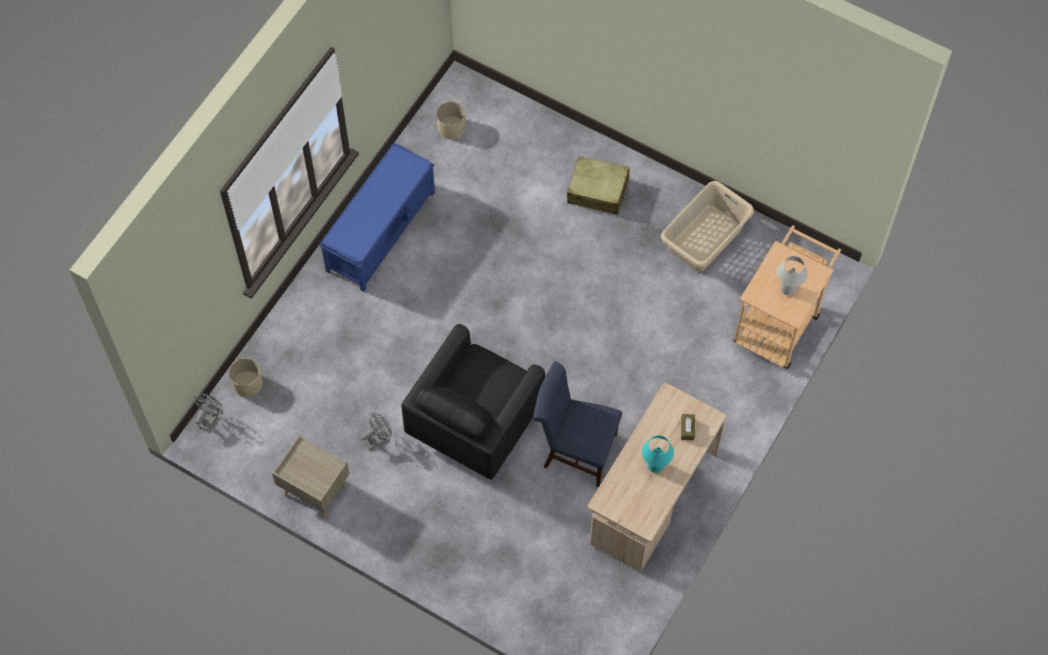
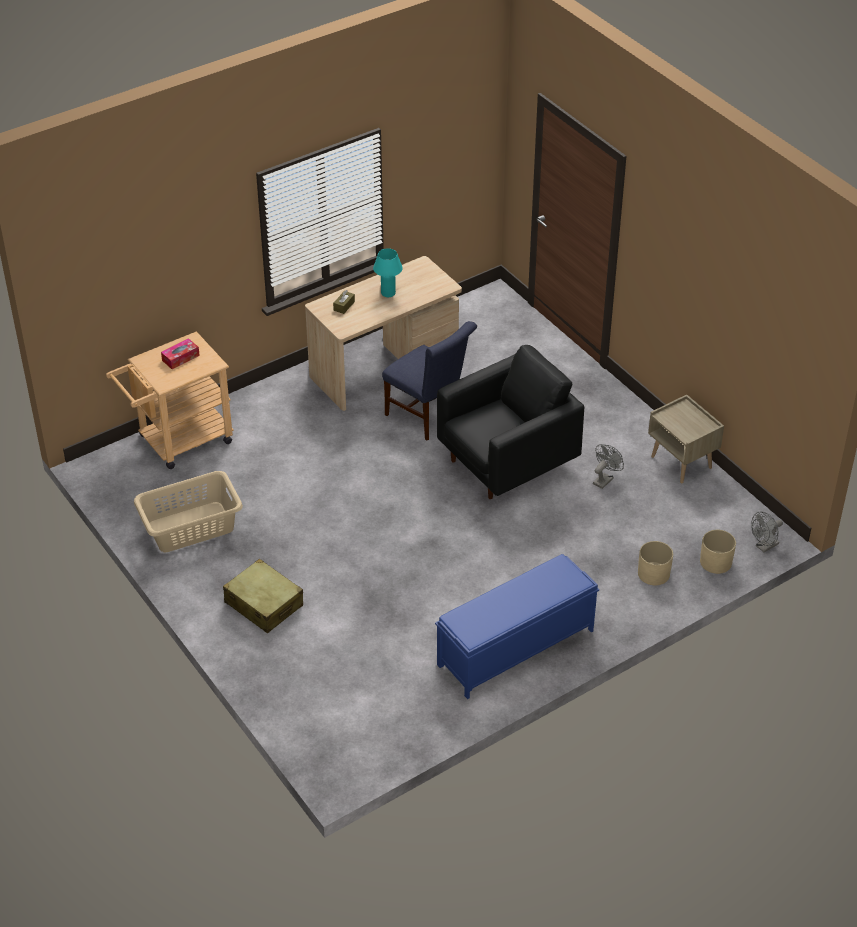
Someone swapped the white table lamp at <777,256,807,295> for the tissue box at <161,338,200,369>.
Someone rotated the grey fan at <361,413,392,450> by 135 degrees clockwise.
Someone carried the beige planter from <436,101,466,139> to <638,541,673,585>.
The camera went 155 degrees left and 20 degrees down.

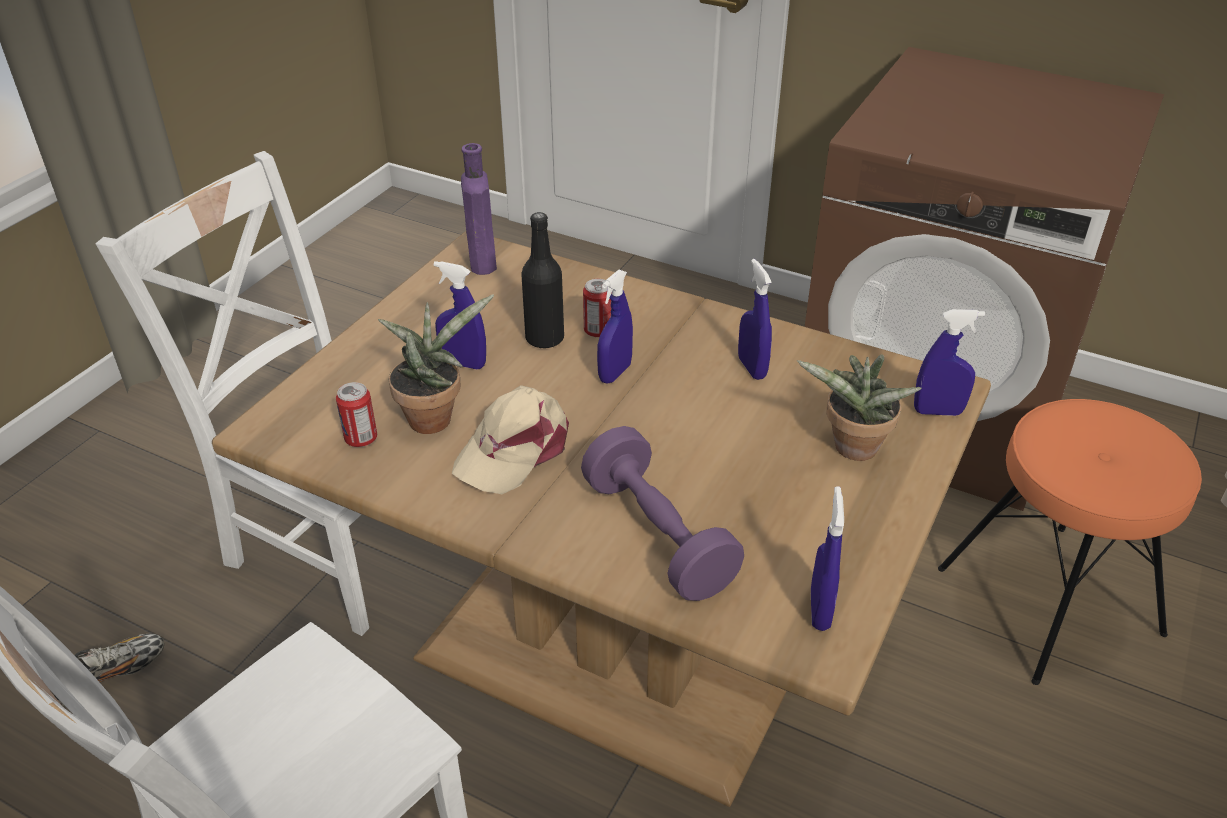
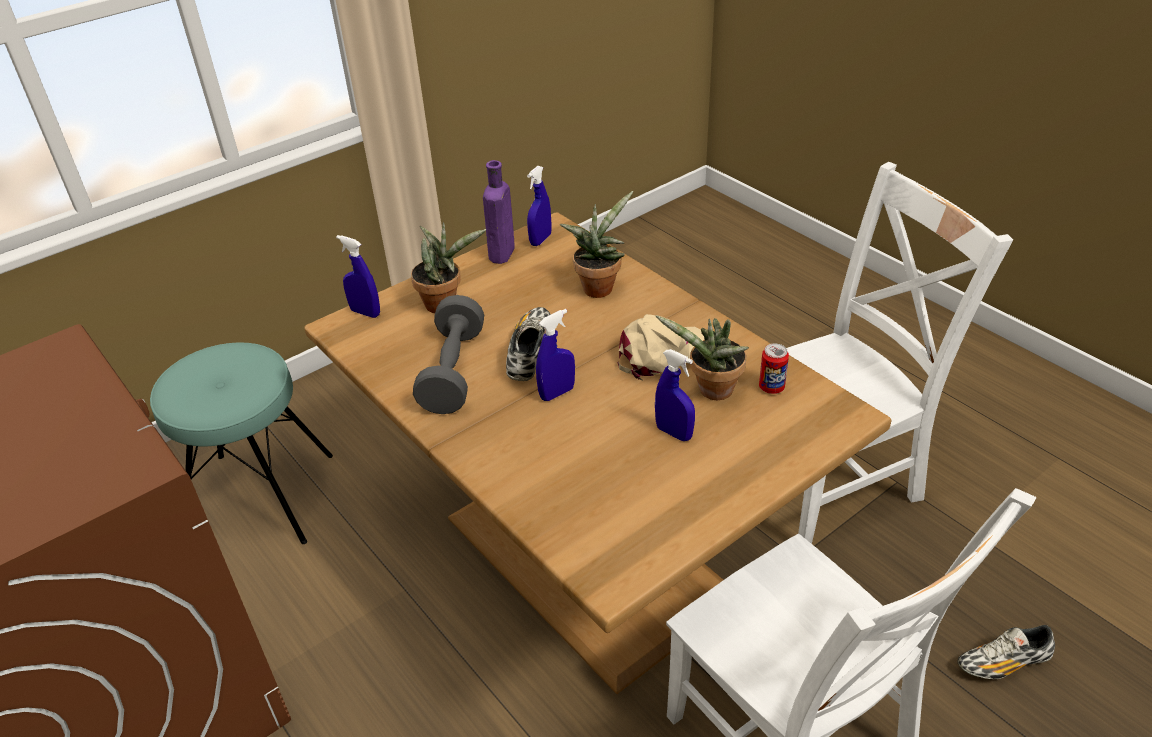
Someone repainted the orange stool at <938,399,1202,685>, which became the turquoise stool at <150,342,333,544>.
Someone swapped the blue spray bottle at <738,259,772,380> for the grey dumbbell at <413,295,484,414>.
Someone carried the purple bottle from <461,143,497,275> to <483,160,515,264>.
Someone put down the shoe at <506,307,551,381>.
Someone swapped the purple dumbbell at <581,426,744,601> for the potted plant at <560,191,633,298>.
Someone took away the black bottle at <521,212,564,349>.
Someone took away the can at <583,279,612,337>.
The camera went 155 degrees left and 0 degrees up.

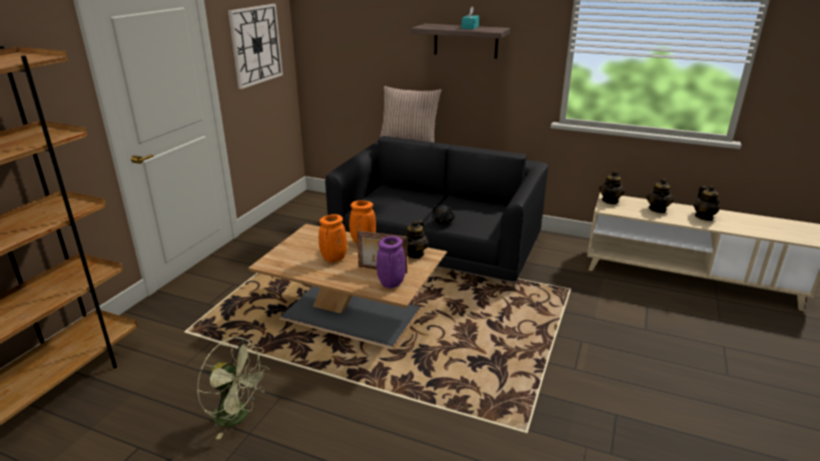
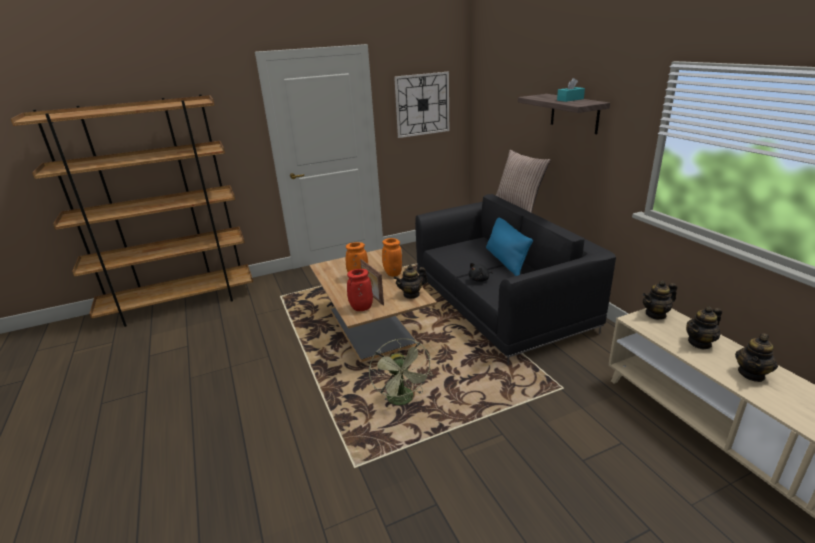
Someone repainted the purple vase at <376,236,406,288>, which became the red vase at <347,269,373,311>.
Someone carried the green fan from <197,337,269,439> to <369,338,432,405>.
Someone put down the blue pillow at <486,218,533,276>.
The camera went 45 degrees right and 0 degrees up.

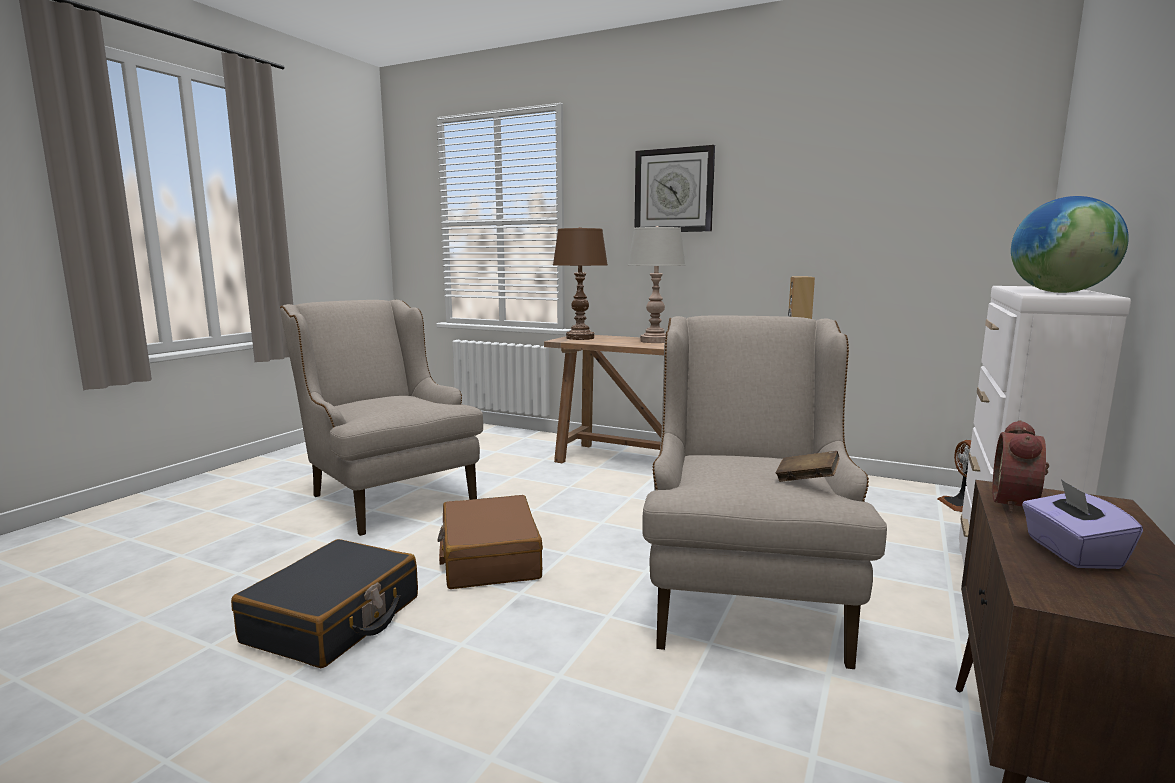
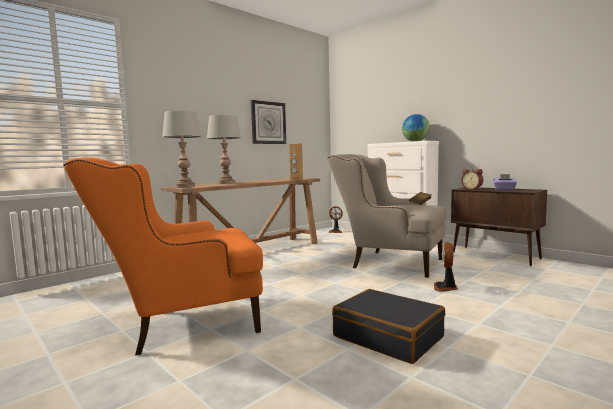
Someone repainted the beige armchair at <280,300,483,536>, which became the orange armchair at <63,158,263,355>.
Someone repainted the brown table lamp at <553,227,608,340>, which became the grey table lamp at <162,111,202,188>.
Someone carried the wall clock from <635,145,715,232> to <251,100,286,144>.
Someone put down the fan at <434,242,458,292>.
Someone took away the brown suitcase at <437,495,543,589>.
The camera went 70 degrees left and 5 degrees down.

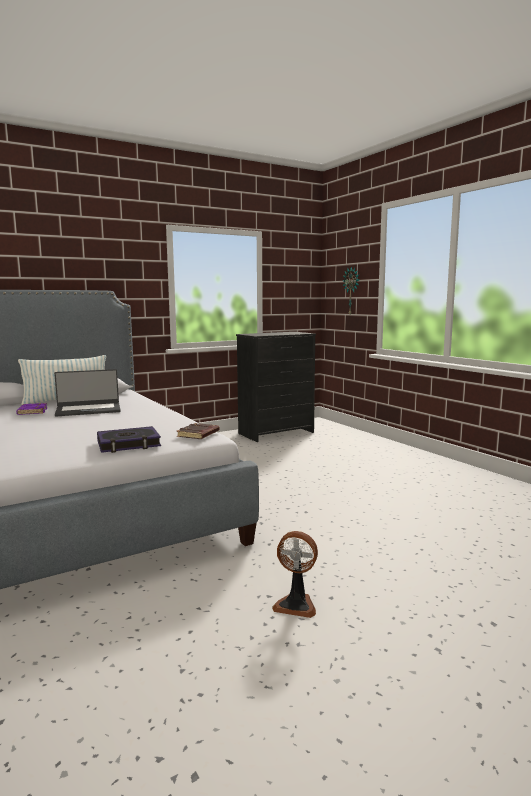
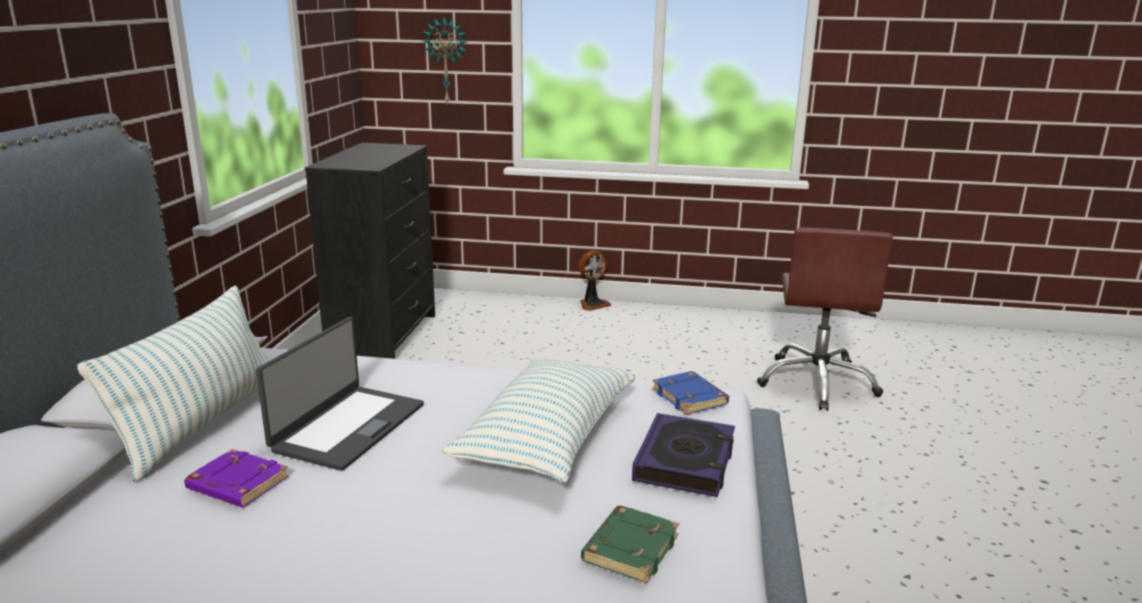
Someone put down the pillow at <442,357,635,484>.
Someone carried the fan from <272,531,318,618> to <579,250,611,311>.
Someone put down the green book at <581,506,679,584>.
Someone repainted the brown book at <177,423,219,439>, which became the blue book at <652,371,729,415>.
Someone put down the brown office chair at <757,228,893,411>.
The camera went 50 degrees left and 10 degrees up.

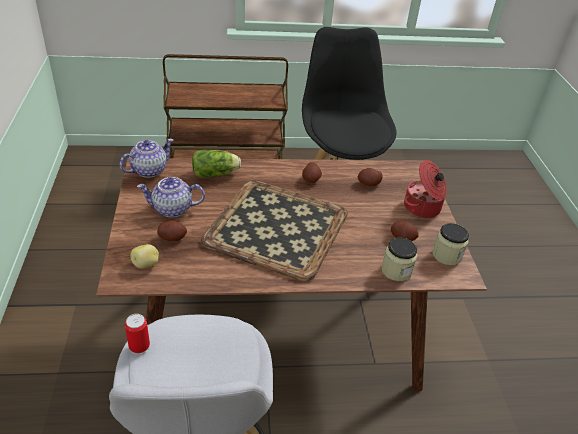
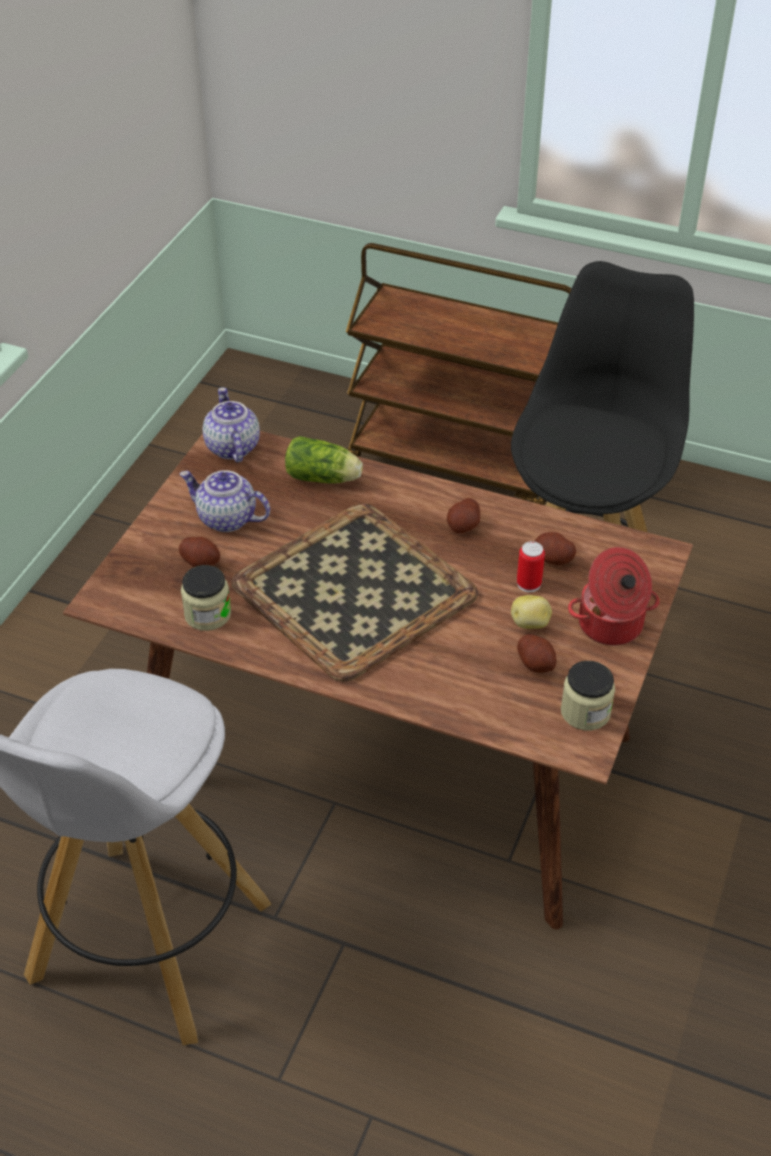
Someone carried the jar from <381,237,417,281> to <181,565,231,631>.
Someone rotated the teapot at <120,139,174,178> by 90 degrees counterclockwise.
Someone carried the potato from <130,244,159,268> to <511,595,552,629>.
Someone carried the can from <125,314,150,355> to <517,541,545,592>.
The camera went 30 degrees right and 5 degrees up.

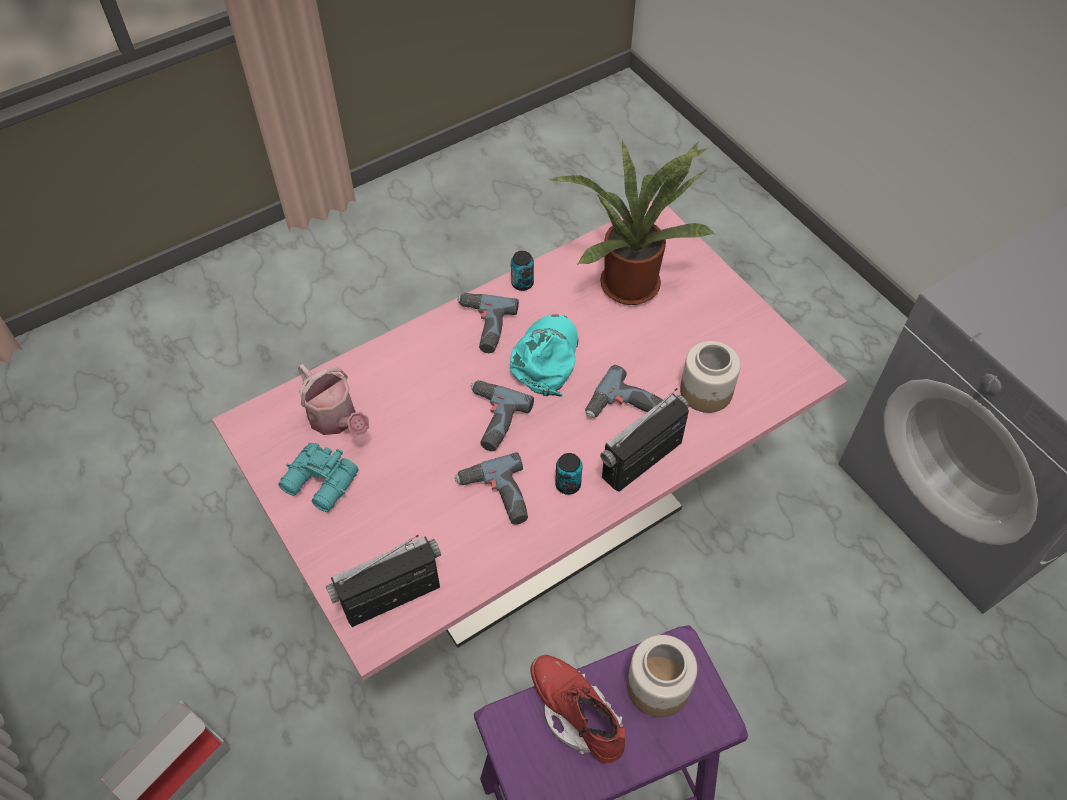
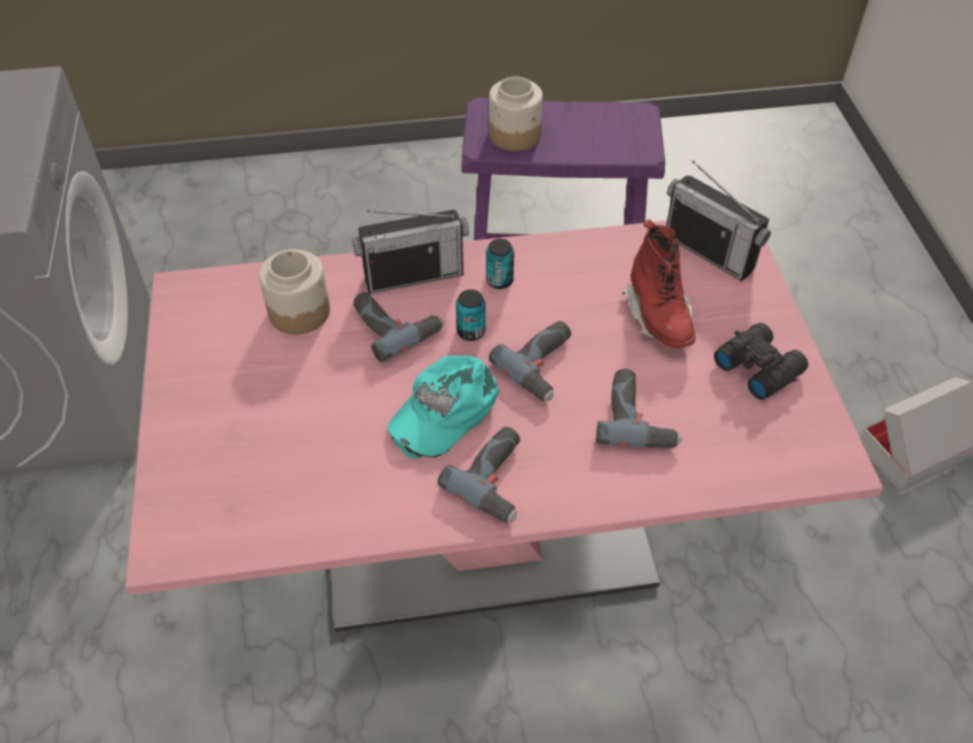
Someone carried the can from <511,251,534,291> to <456,290,485,341>.
Someone carried the power drill from <455,453,528,525> to <596,369,682,448>.
Someone carried the red boot from <530,655,626,763> to <622,219,695,348>.
Someone rotated the radio at <326,535,441,627> by 45 degrees clockwise.
Someone repainted the turquoise binoculars at <278,443,359,512>, which became the black binoculars at <714,323,808,400>.
Someone took away the watering can at <297,364,369,435>.
Someone took away the potted plant at <548,139,716,305>.
The camera went 155 degrees left and 5 degrees down.

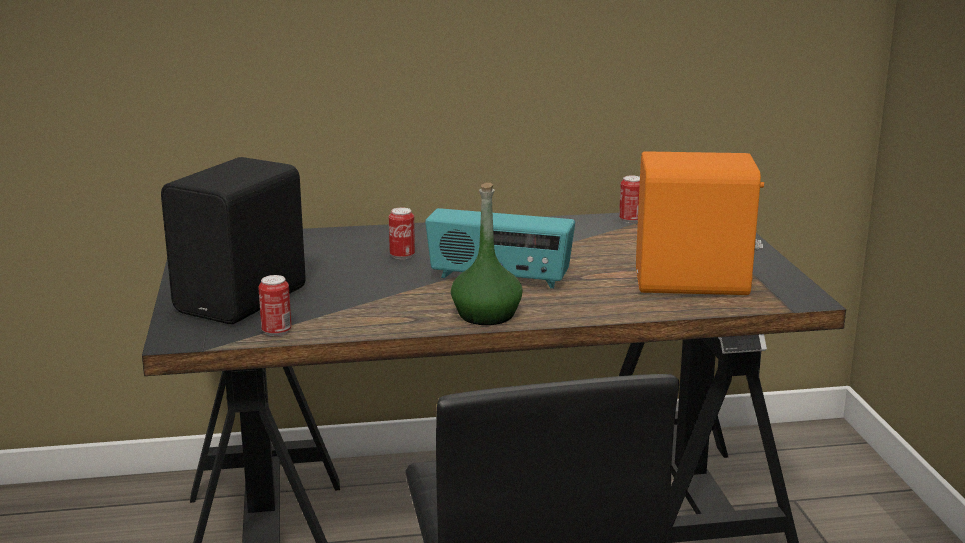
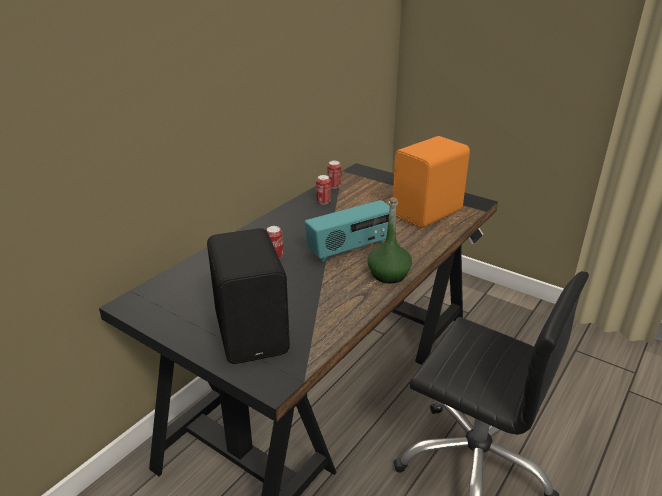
Someone carried the can from <258,275,292,336> to <316,175,331,204>.
The camera went 45 degrees left and 10 degrees up.

